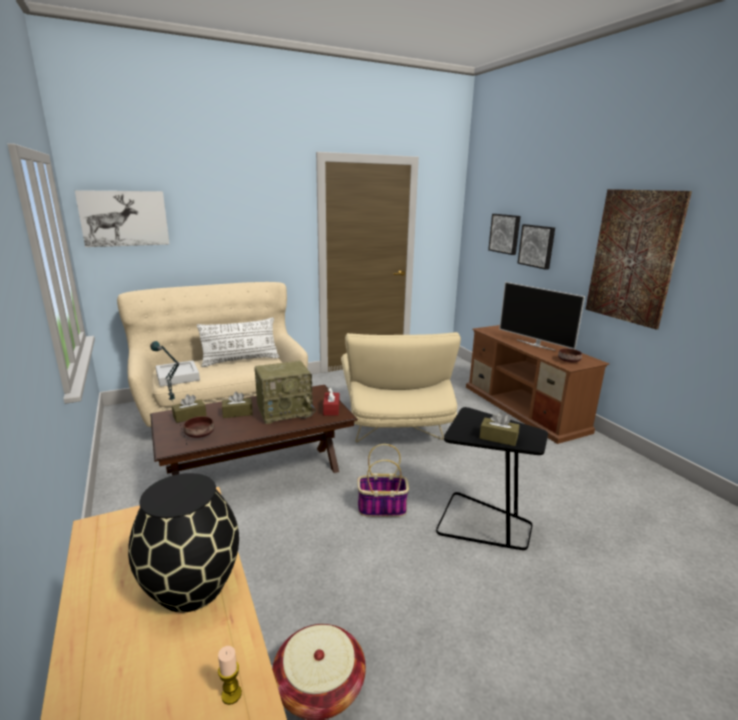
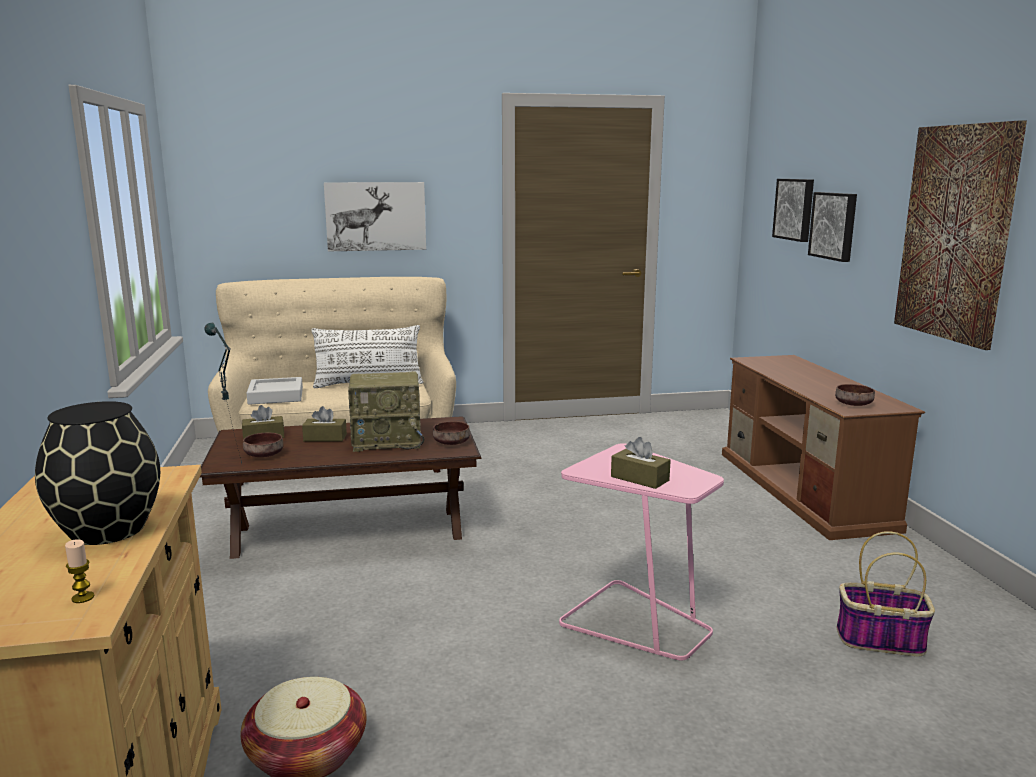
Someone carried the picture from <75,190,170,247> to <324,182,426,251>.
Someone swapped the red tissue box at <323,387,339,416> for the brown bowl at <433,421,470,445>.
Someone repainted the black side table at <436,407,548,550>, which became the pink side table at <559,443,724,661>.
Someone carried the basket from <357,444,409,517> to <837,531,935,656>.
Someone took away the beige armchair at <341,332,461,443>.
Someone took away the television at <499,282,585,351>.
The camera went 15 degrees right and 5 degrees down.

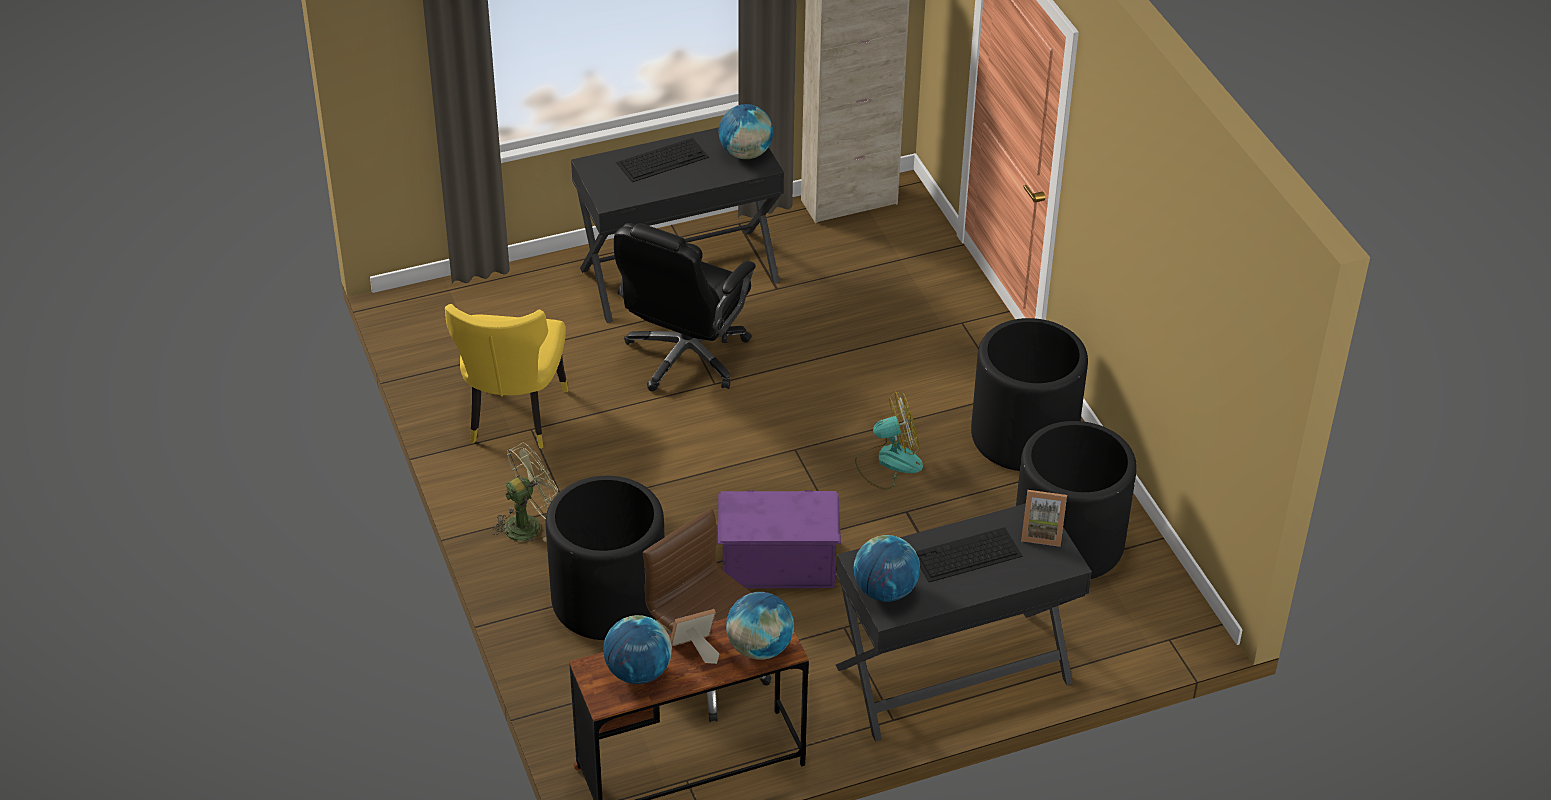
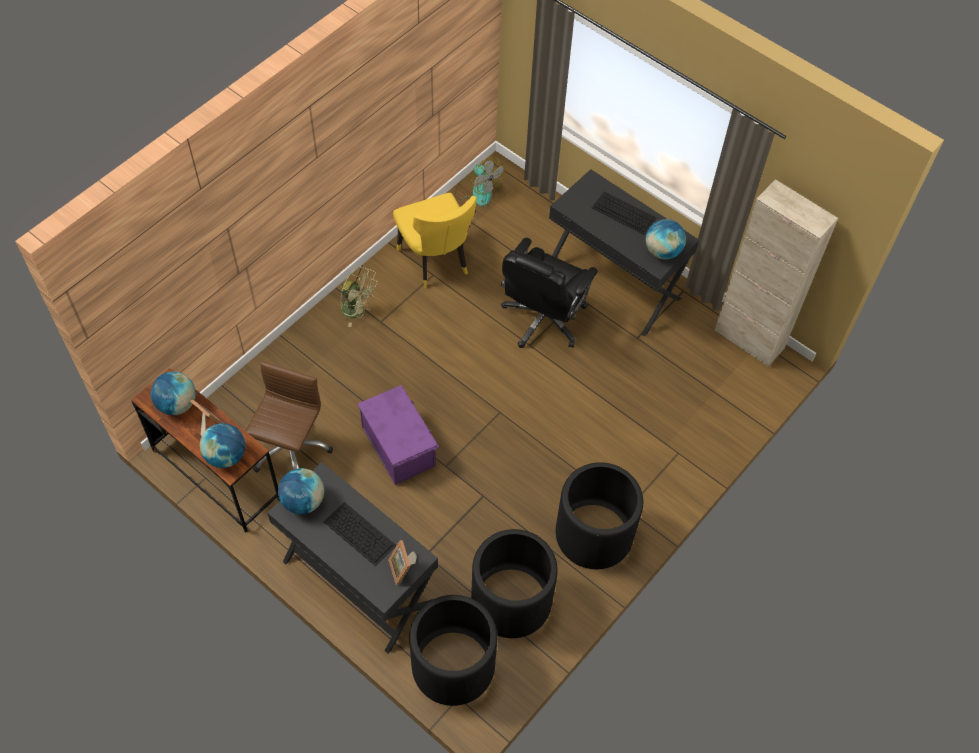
Someone rotated the yellow chair at <445,304,568,448> by 90 degrees counterclockwise.
Someone carried the black planter from <546,476,665,640> to <409,595,497,706>.
Someone carried the fan from <855,392,923,490> to <455,158,505,206>.
Someone rotated the black office chair at <614,223,756,391> by 60 degrees counterclockwise.
The camera went 60 degrees right and 15 degrees up.

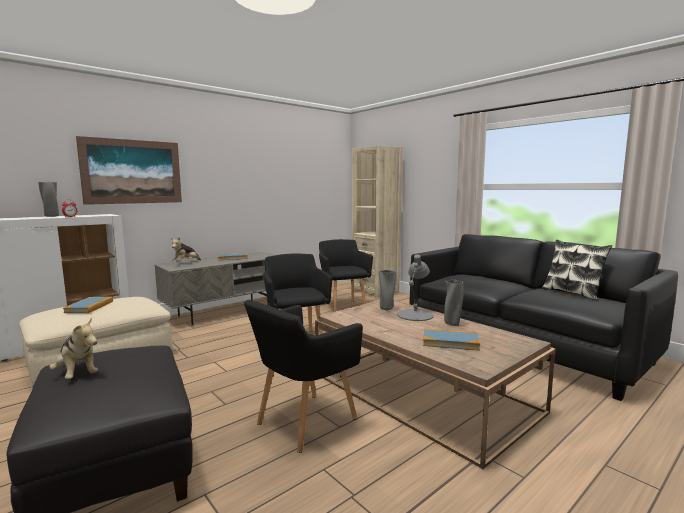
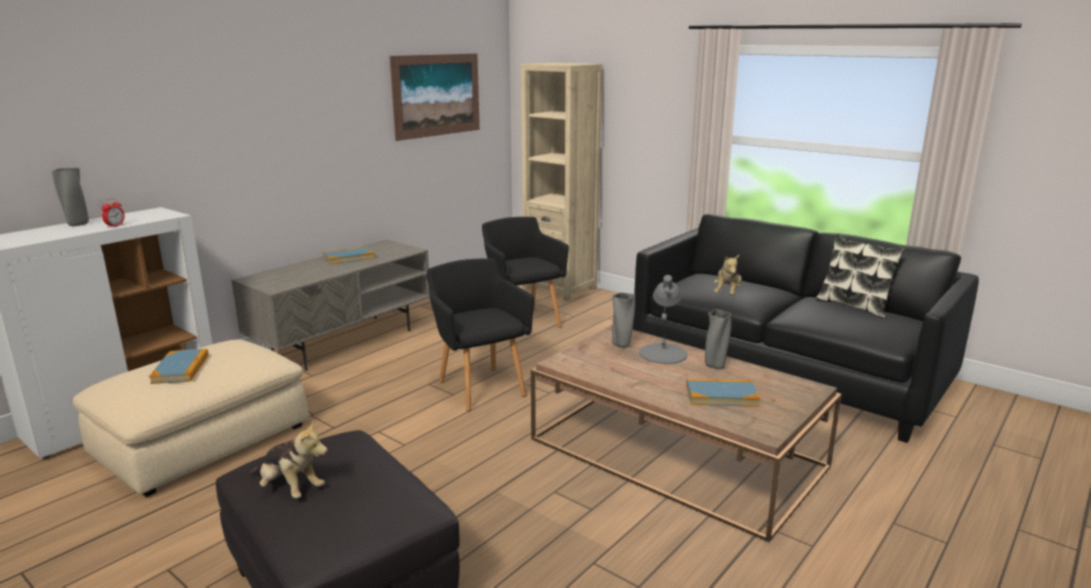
Someone carried the picture from <76,136,182,205> to <390,54,480,141>.
Someone carried the plush toy from <171,237,201,262> to <714,255,742,295>.
Someone took away the black armchair at <244,300,363,453>.
The camera went 10 degrees left and 10 degrees up.

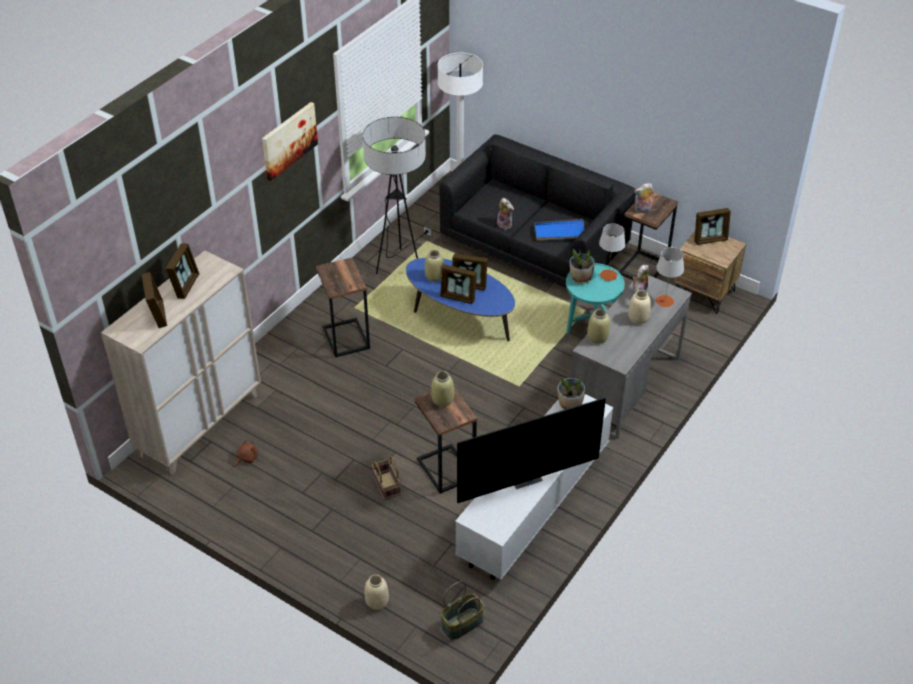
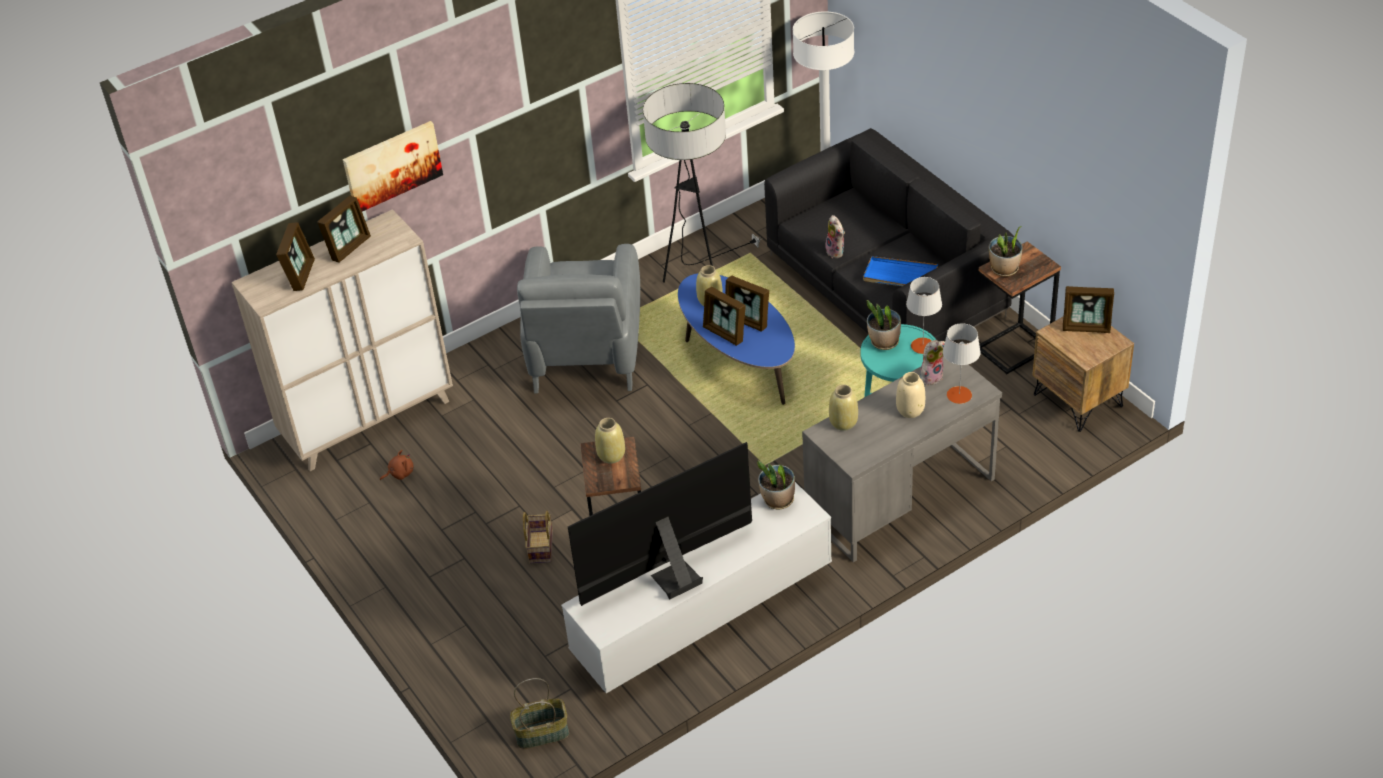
Someone carried the picture from <262,102,318,181> to <343,121,443,211>.
Someone swapped the side table at <316,258,370,358> for the grey armchair at <517,244,640,393>.
Someone rotated the television at <457,398,606,503> by 150 degrees clockwise.
Someone swapped the plush toy at <634,183,653,214> for the potted plant at <989,226,1022,277>.
Someone took away the beige vase at <365,575,389,610>.
The camera went 25 degrees right and 0 degrees up.

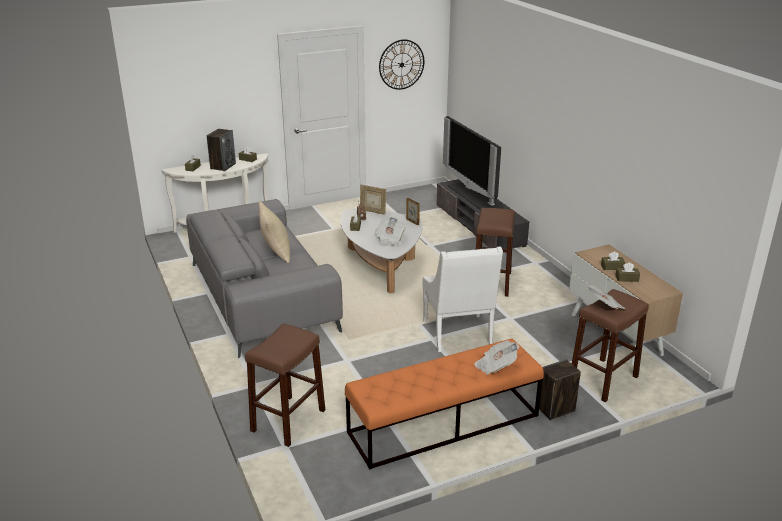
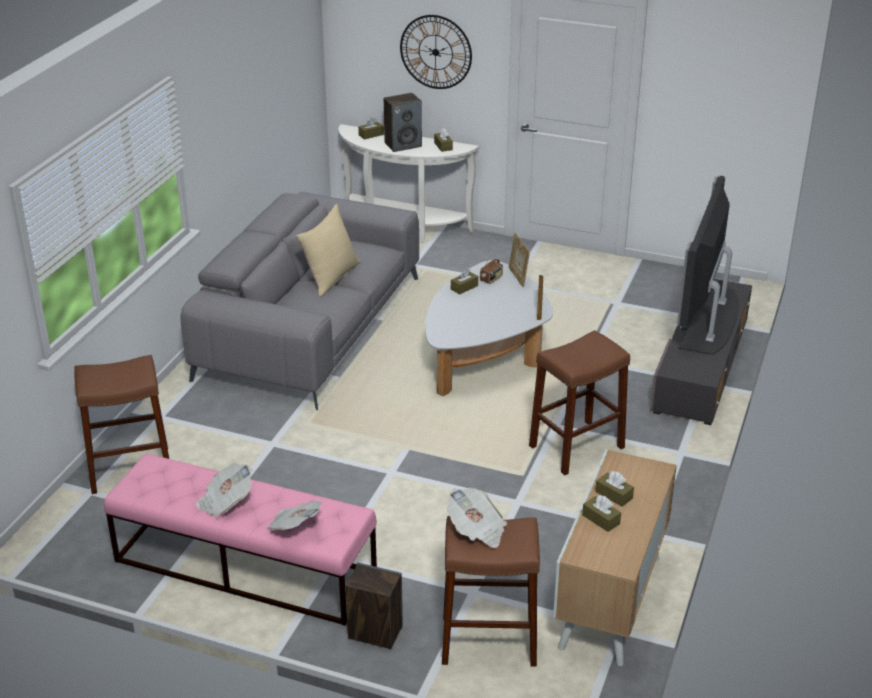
Someone repainted the orange bench at <345,339,544,470>, which became the pink bench at <104,454,377,626>.
Someone carried the newspaper from <376,217,406,247> to <196,463,252,518>.
Someone carried the wall clock from <379,39,424,90> to <400,15,472,89>.
Someone took away the white armchair at <423,247,503,352>.
The camera went 45 degrees right and 5 degrees up.

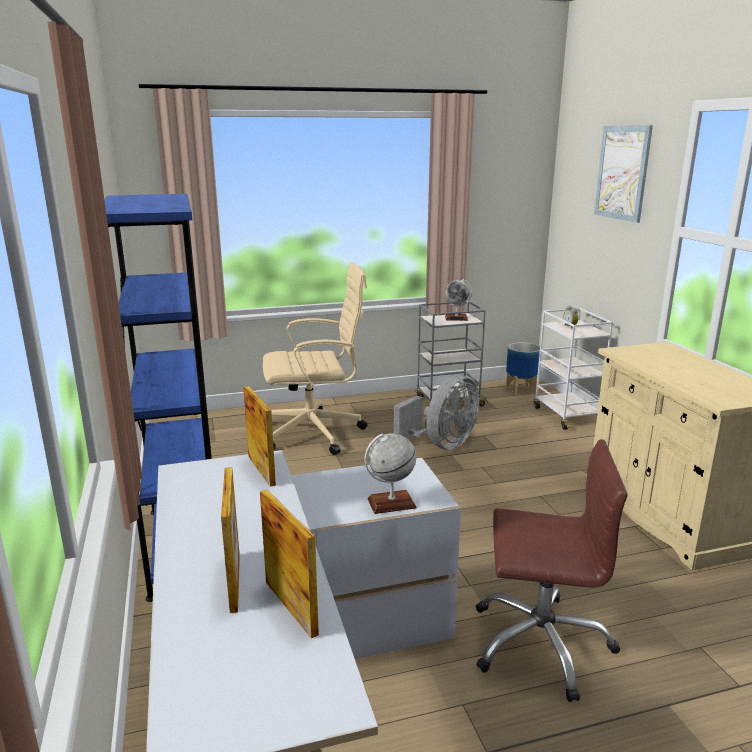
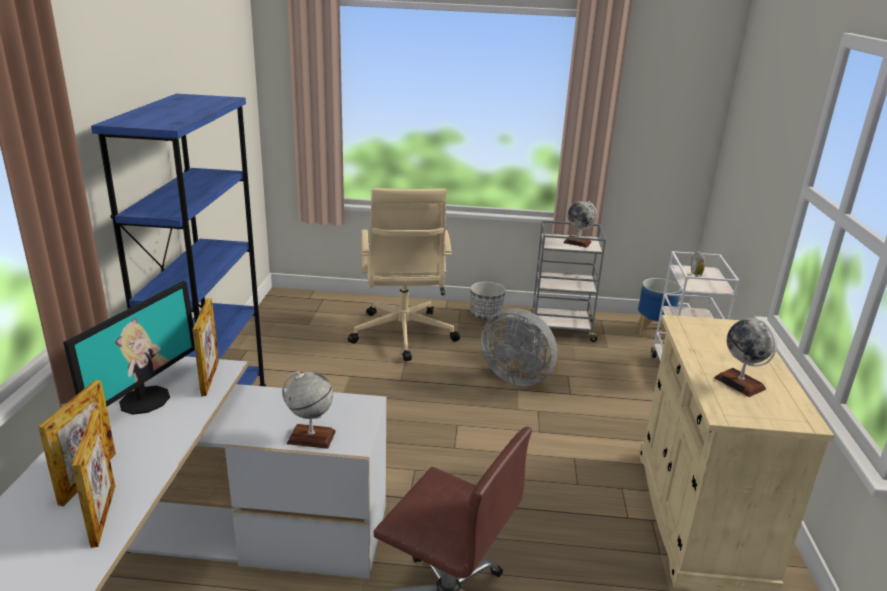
Someone put down the monitor at <63,281,195,415>.
Someone rotated the beige office chair at <263,262,367,455> by 75 degrees clockwise.
Someone put down the planter at <470,282,506,320>.
Someone rotated the grey fan at <394,375,479,450> by 60 degrees clockwise.
Someone put down the globe at <714,318,777,397>.
Someone took away the picture at <594,125,653,223>.
The camera went 20 degrees right and 5 degrees up.

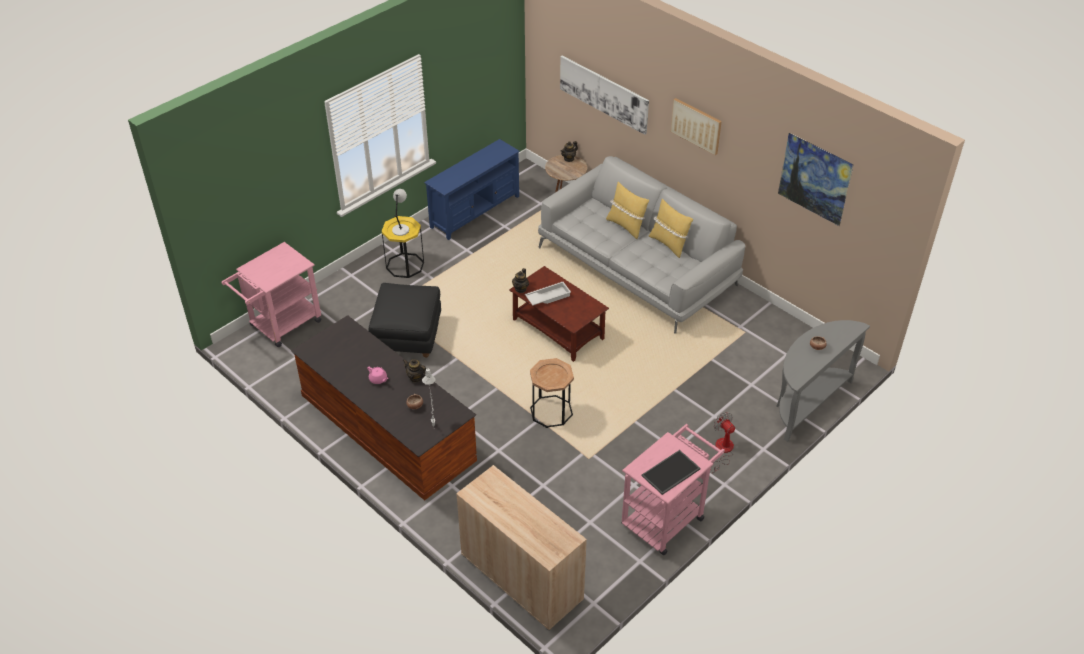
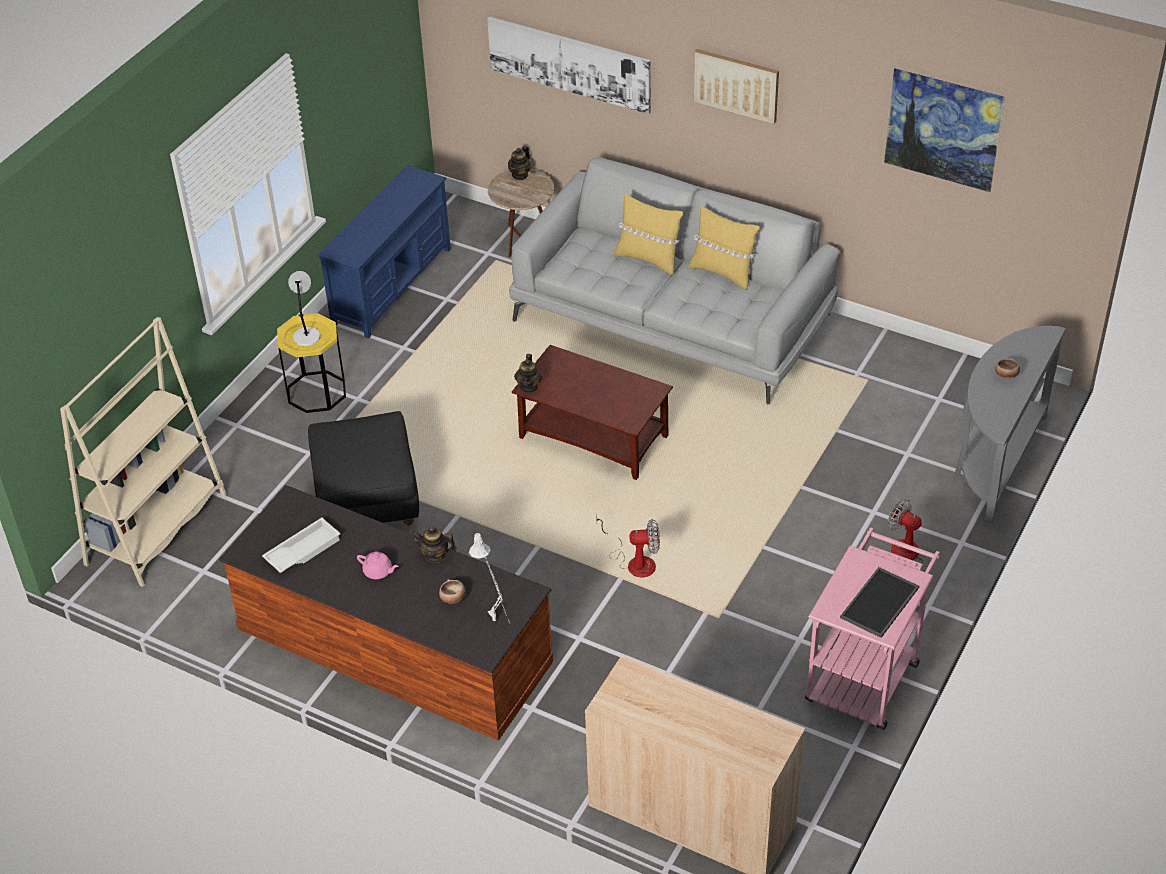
Someone swapped the pink cart at <221,242,321,347> for the beige bookcase at <60,317,227,587>.
Someone carried the white tray from <525,282,571,305> to <262,518,341,573>.
Someone swapped the brown side table at <530,358,574,428> for the fan at <596,515,660,577>.
The camera went 15 degrees left and 0 degrees up.

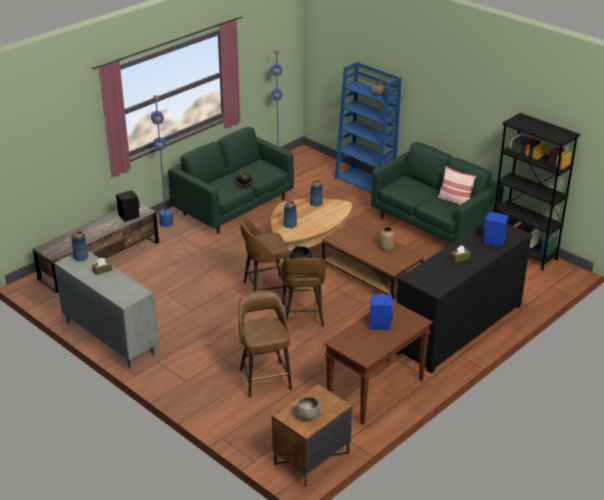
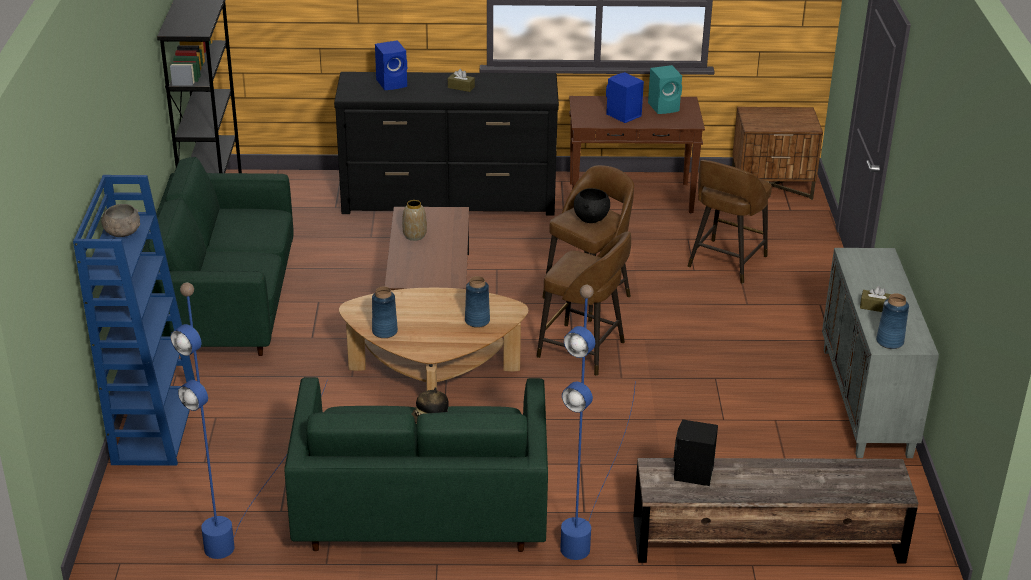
Someone put down the turquoise speaker at <648,65,682,114>.
Someone took away the grey bowl at <296,397,321,420>.
Someone took away the pillow at <437,166,476,205>.
The camera went 135 degrees left and 0 degrees up.

